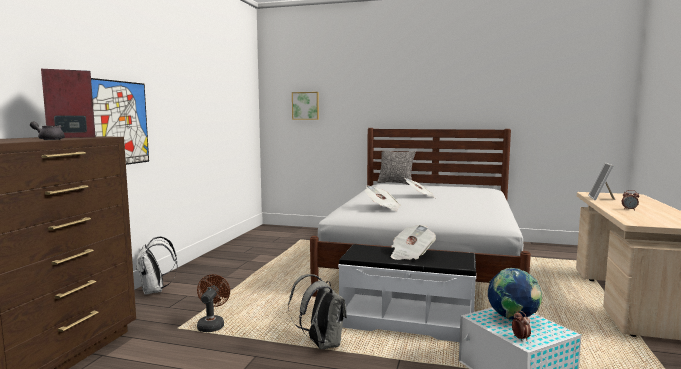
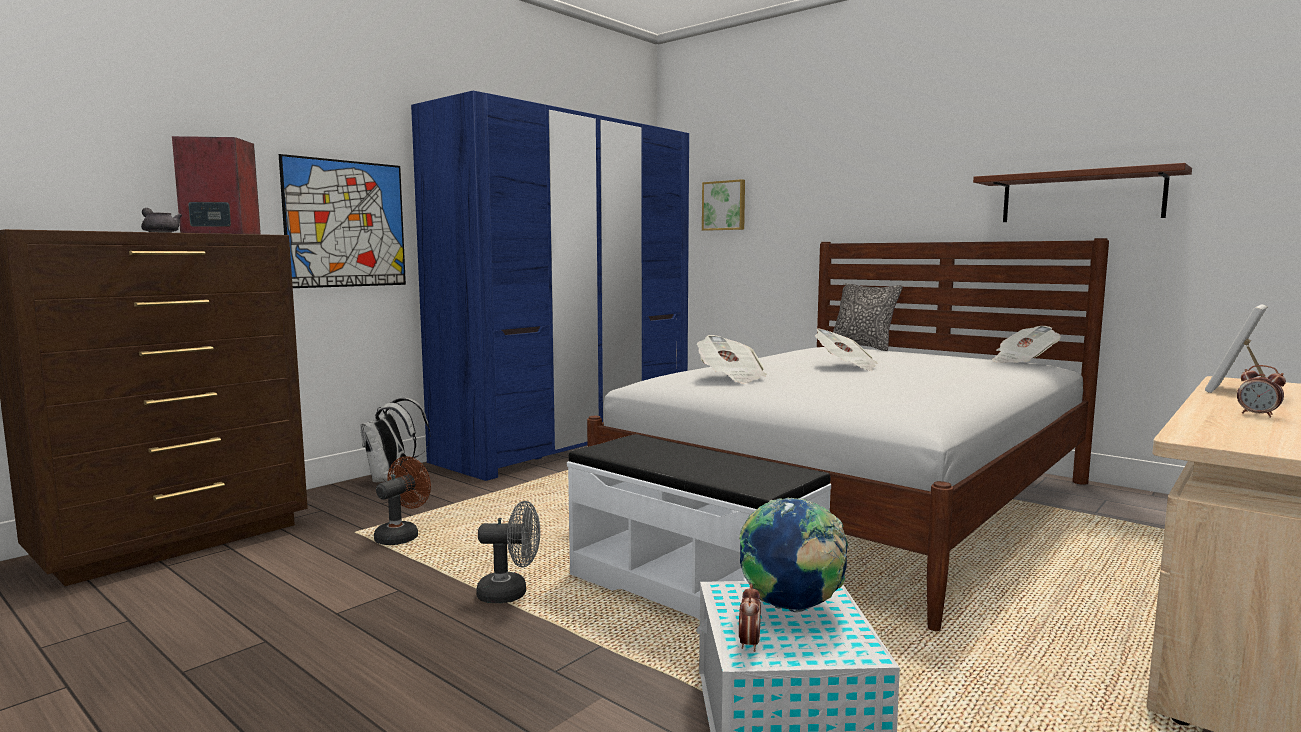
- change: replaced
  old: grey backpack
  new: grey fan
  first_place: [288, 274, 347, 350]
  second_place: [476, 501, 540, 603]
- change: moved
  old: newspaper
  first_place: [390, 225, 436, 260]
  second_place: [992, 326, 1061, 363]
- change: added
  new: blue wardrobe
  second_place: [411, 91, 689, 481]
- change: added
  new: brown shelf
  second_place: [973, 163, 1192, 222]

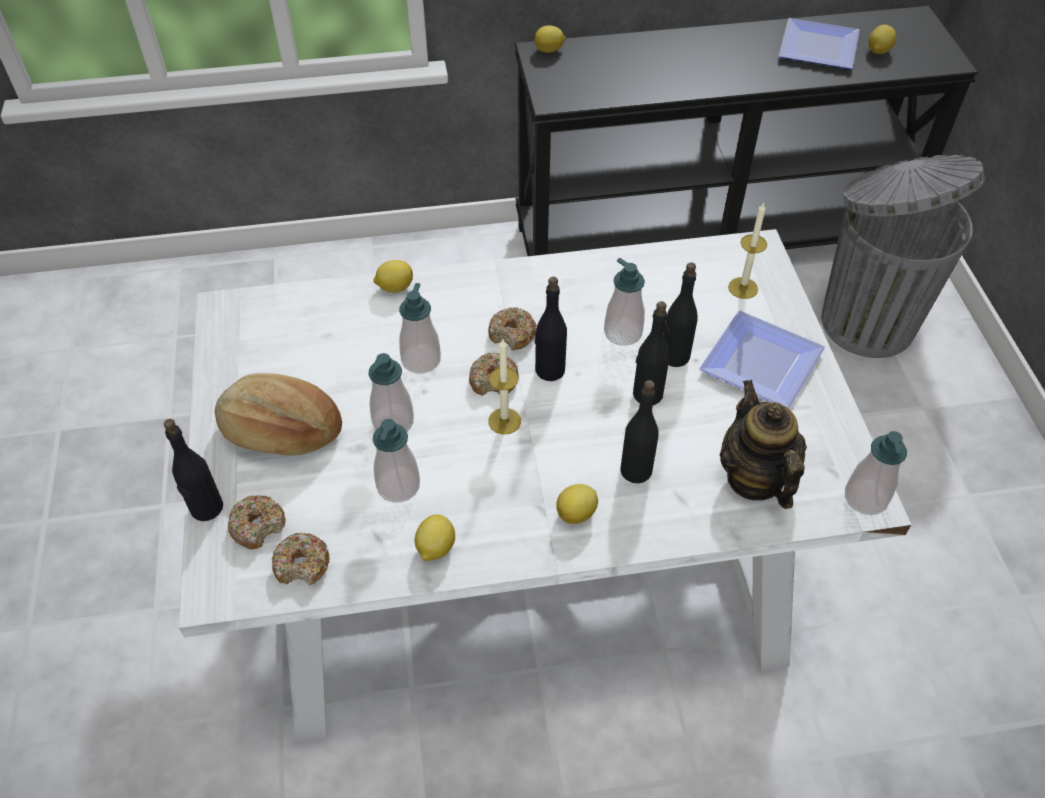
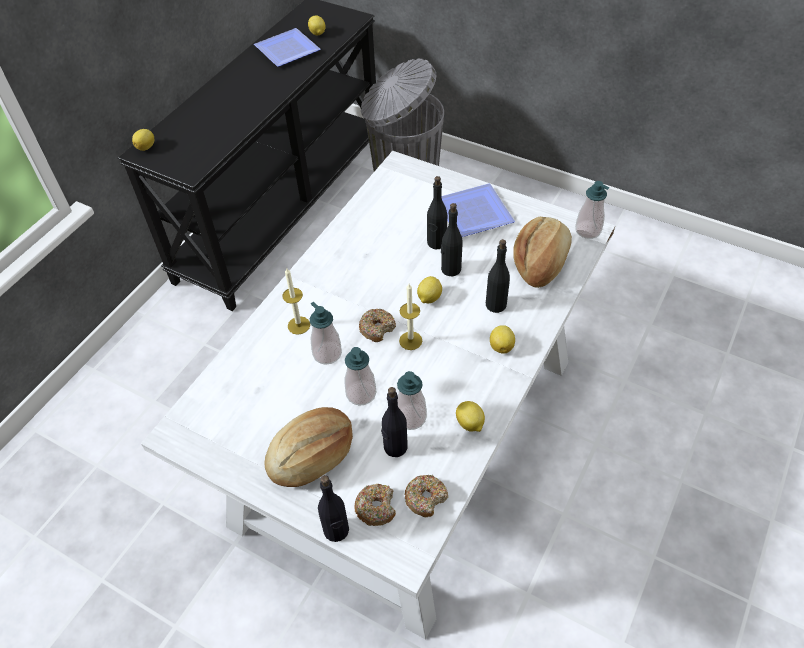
- change: moved
  old: lemon
  first_place: [373, 260, 413, 293]
  second_place: [417, 276, 442, 303]
- change: removed
  old: donut
  first_place: [488, 307, 537, 350]
- change: moved
  old: black bottle
  first_place: [535, 277, 567, 381]
  second_place: [381, 387, 408, 457]
- change: removed
  old: soap dispenser
  first_place: [604, 258, 645, 346]
- change: replaced
  old: teapot
  new: bread
  first_place: [720, 380, 807, 509]
  second_place: [513, 217, 572, 288]
- change: moved
  old: candle
  first_place: [728, 203, 767, 299]
  second_place: [282, 268, 310, 335]

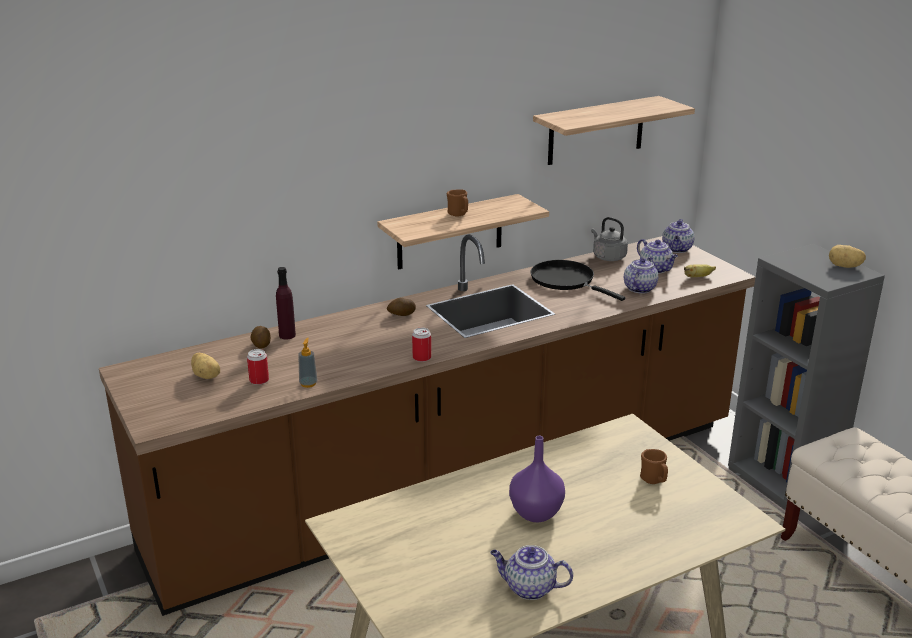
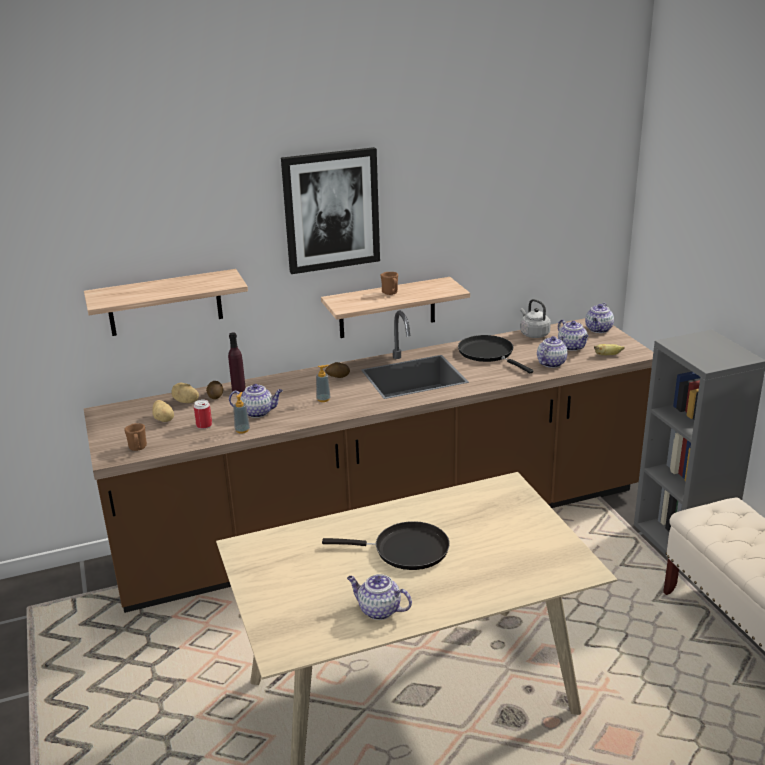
- change: removed
  old: can
  first_place: [412, 327, 431, 362]
- change: replaced
  old: purple vase
  new: black frying pan
  first_place: [509, 436, 565, 522]
  second_place: [322, 521, 450, 570]
- change: moved
  old: shelf
  first_place: [533, 96, 695, 165]
  second_place: [84, 269, 248, 336]
- change: moved
  old: brown mug
  first_place: [640, 449, 668, 484]
  second_place: [124, 423, 147, 451]
- change: moved
  old: potato
  first_place: [829, 245, 866, 268]
  second_place: [171, 383, 199, 403]
- change: added
  new: teapot
  second_place: [229, 384, 283, 418]
- change: added
  new: picture
  second_place: [281, 147, 380, 274]
- change: added
  new: soap dispenser
  second_place: [316, 365, 330, 402]

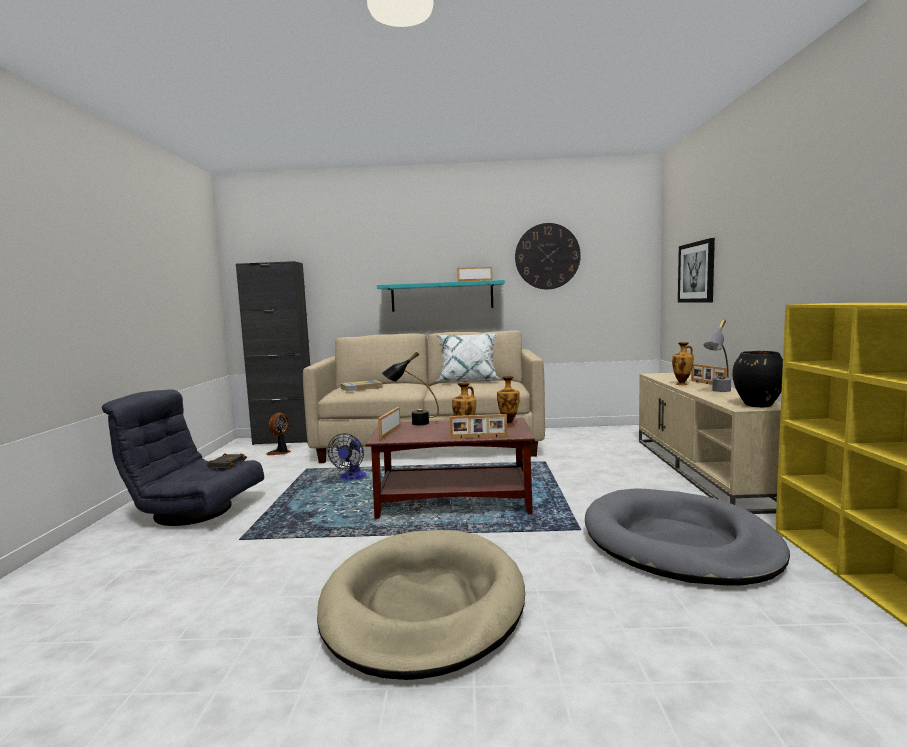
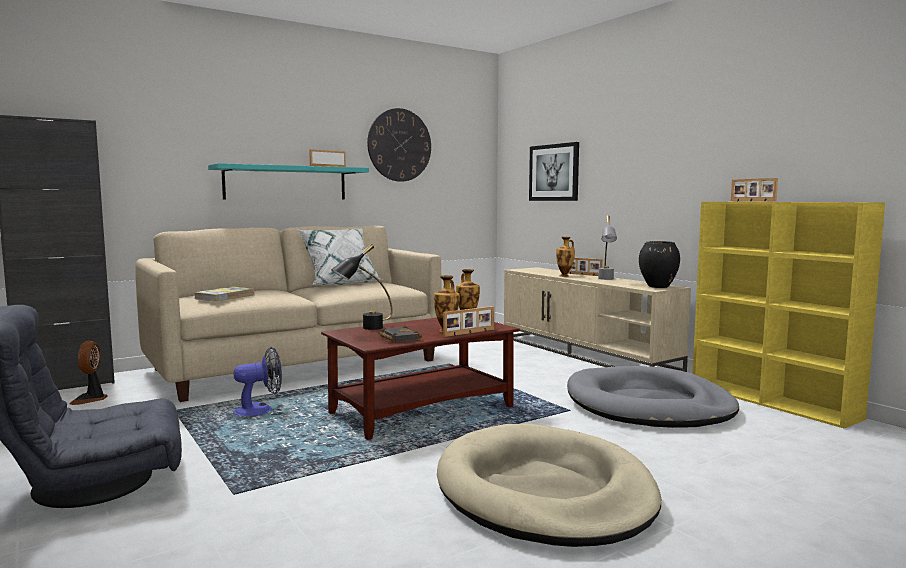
- change: moved
  old: black book
  first_place: [206, 453, 247, 468]
  second_place: [378, 326, 422, 343]
- change: turned
  old: fan
  first_place: [327, 433, 367, 481]
  second_place: [233, 347, 282, 416]
  degrees: -90
- change: moved
  old: picture frame
  first_place: [378, 407, 401, 440]
  second_place: [731, 178, 778, 202]

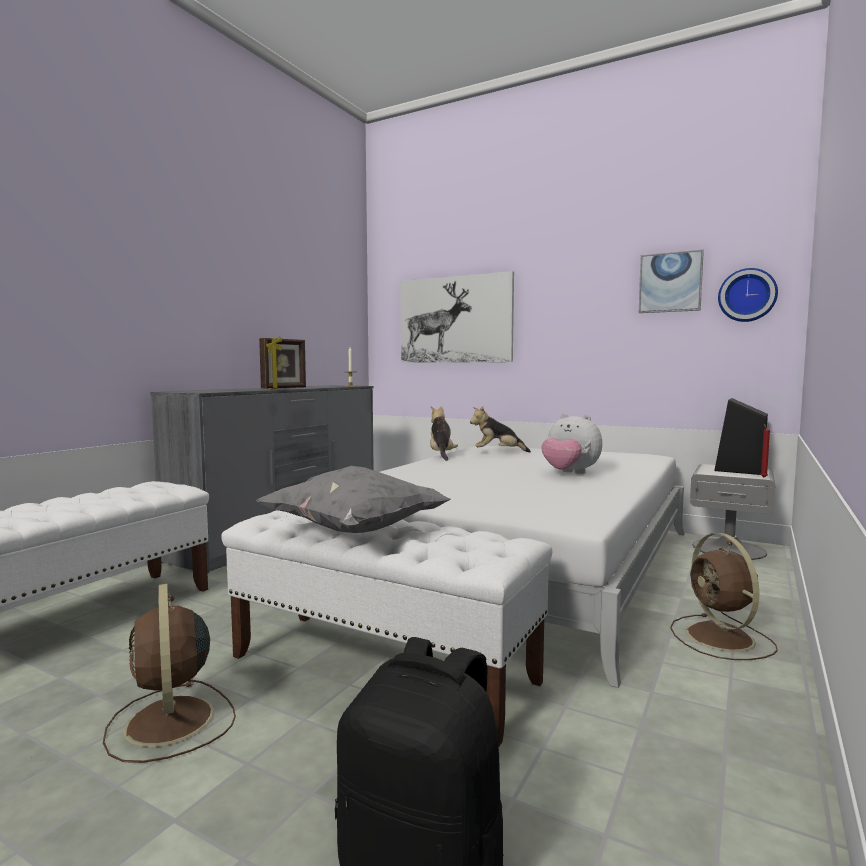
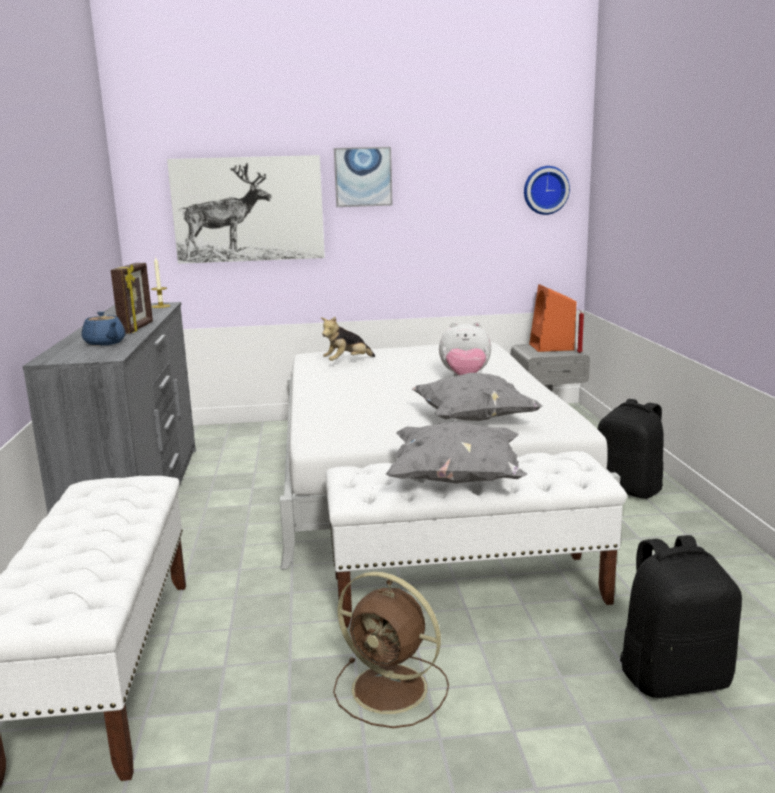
- change: removed
  old: plush toy
  first_place: [430, 406, 458, 461]
- change: moved
  old: picture
  first_place: [639, 250, 704, 313]
  second_place: [334, 147, 392, 207]
- change: replaced
  old: brown fan
  new: black backpack
  first_place: [670, 533, 778, 660]
  second_place: [598, 399, 664, 499]
- change: recoloured
  old: black speaker
  new: orange speaker
  first_place: [714, 398, 768, 475]
  second_place: [529, 284, 576, 352]
- change: added
  new: blue teapot
  second_place: [82, 311, 126, 346]
- change: added
  new: grey pillow
  second_place: [412, 373, 543, 421]

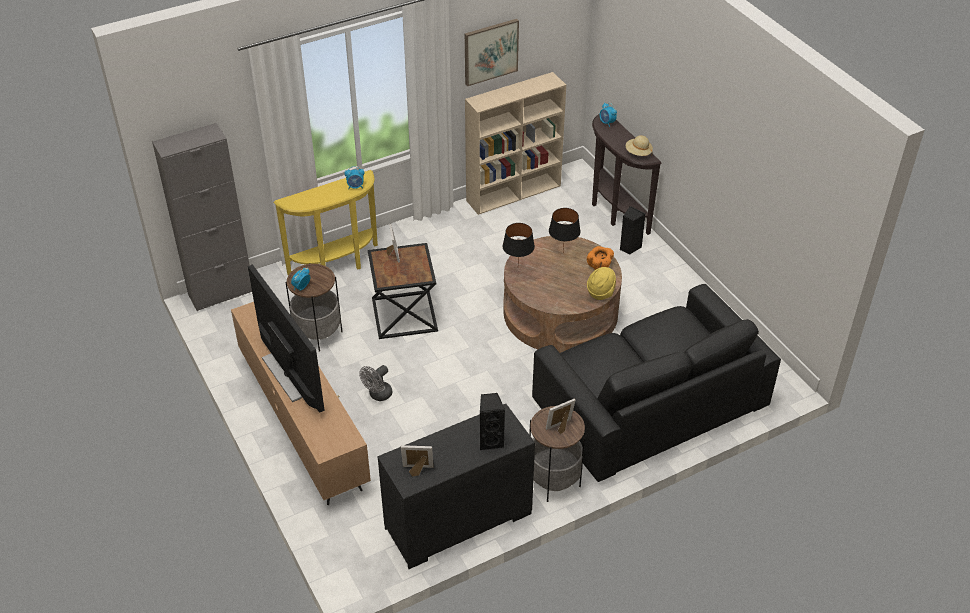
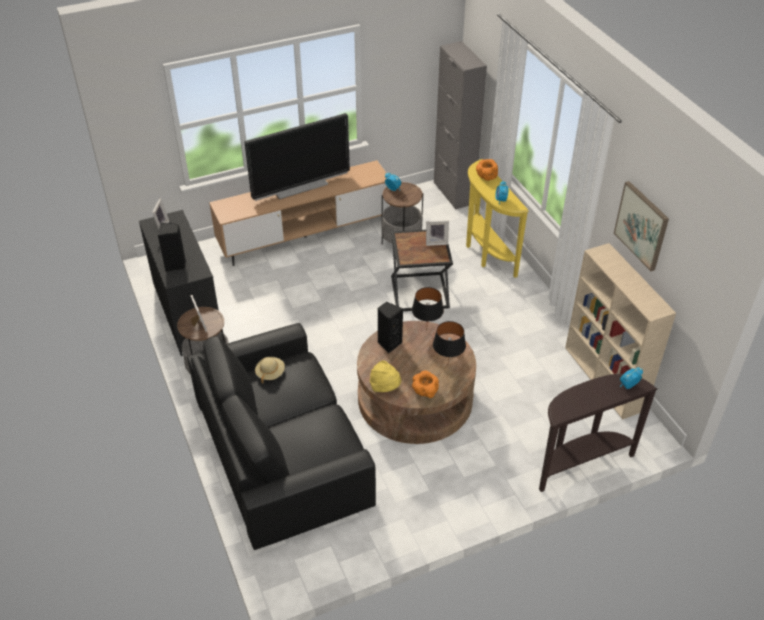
- change: removed
  old: grey fan
  first_place: [359, 365, 392, 401]
- change: moved
  old: black speaker
  first_place: [620, 206, 646, 255]
  second_place: [378, 302, 403, 353]
- change: moved
  old: beige hat
  first_place: [626, 135, 653, 156]
  second_place: [255, 357, 285, 383]
- change: added
  new: orange bowl
  second_place: [476, 159, 498, 181]

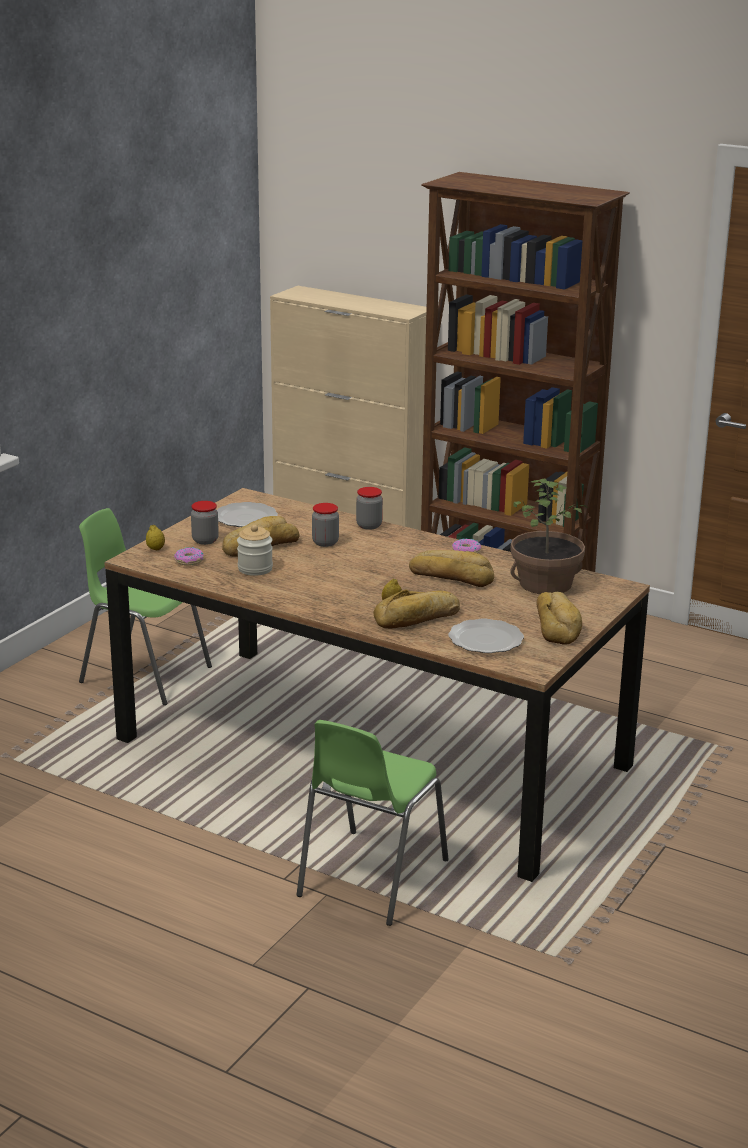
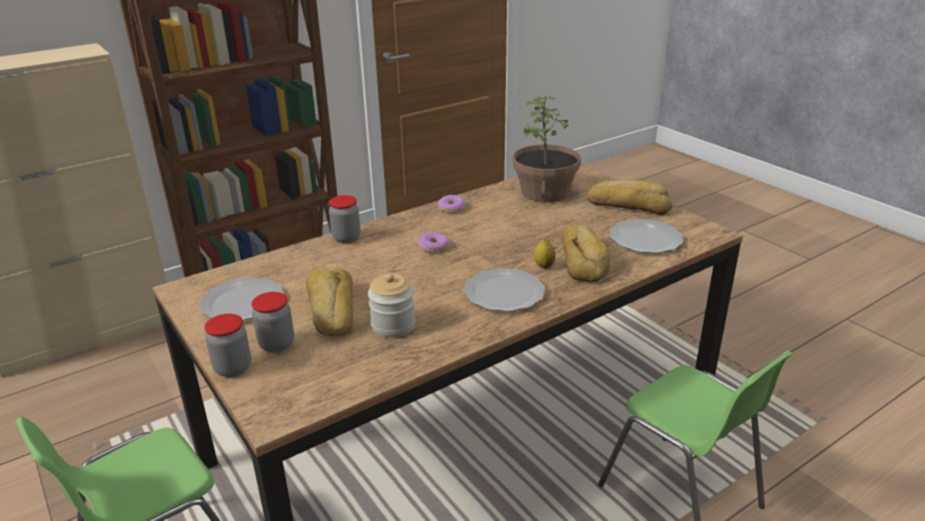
- change: removed
  old: lemon
  first_place: [146, 525, 165, 550]
- change: moved
  old: donut
  first_place: [174, 547, 204, 566]
  second_place: [418, 232, 449, 253]
- change: moved
  old: jar
  first_place: [312, 503, 339, 547]
  second_place: [205, 314, 251, 377]
- change: removed
  old: bread
  first_place: [409, 550, 494, 587]
- change: added
  new: plate
  second_place: [463, 268, 545, 312]

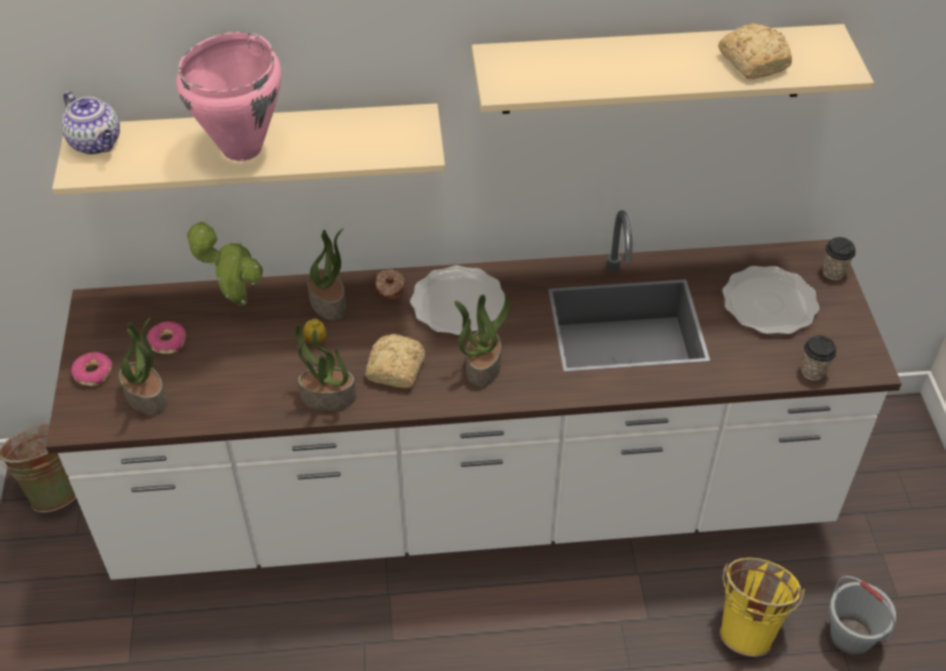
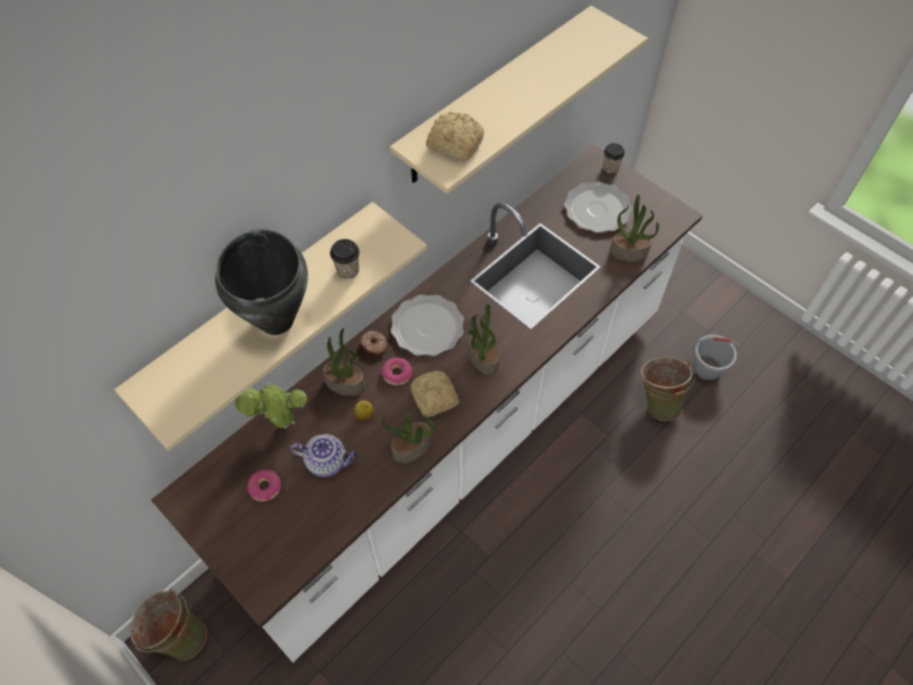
- change: moved
  old: teapot
  first_place: [61, 91, 120, 155]
  second_place: [290, 434, 358, 477]
- change: moved
  old: donut
  first_place: [71, 352, 113, 386]
  second_place: [382, 358, 412, 385]
- change: moved
  old: potted plant
  first_place: [119, 318, 167, 415]
  second_place: [610, 194, 659, 262]
- change: recoloured
  old: pink cooking pot
  new: black cooking pot
  first_place: [176, 32, 282, 161]
  second_place: [215, 229, 308, 335]
- change: moved
  old: bread
  first_place: [718, 23, 792, 79]
  second_place: [426, 112, 484, 161]
- change: recoloured
  old: yellow bucket
  new: green bucket
  first_place: [720, 557, 805, 657]
  second_place: [641, 357, 695, 421]
- change: moved
  old: cup
  first_place: [801, 335, 837, 381]
  second_place: [330, 239, 360, 280]

